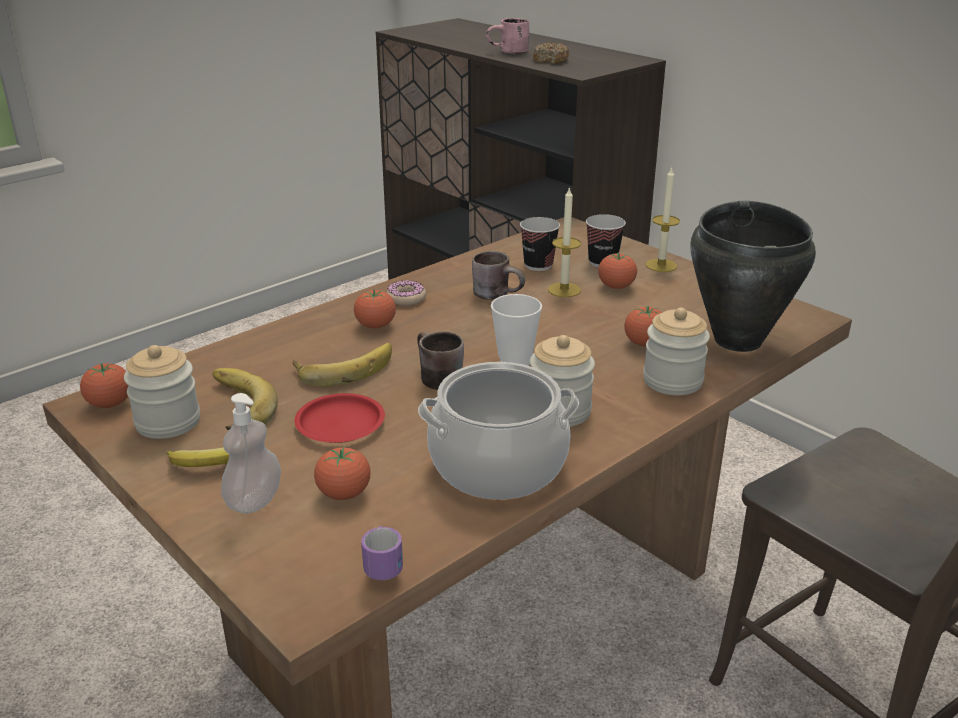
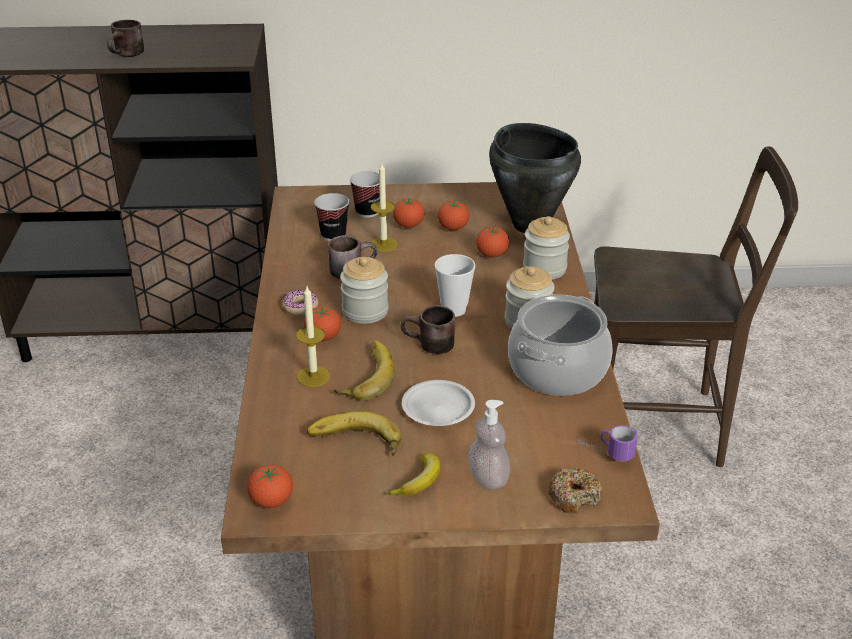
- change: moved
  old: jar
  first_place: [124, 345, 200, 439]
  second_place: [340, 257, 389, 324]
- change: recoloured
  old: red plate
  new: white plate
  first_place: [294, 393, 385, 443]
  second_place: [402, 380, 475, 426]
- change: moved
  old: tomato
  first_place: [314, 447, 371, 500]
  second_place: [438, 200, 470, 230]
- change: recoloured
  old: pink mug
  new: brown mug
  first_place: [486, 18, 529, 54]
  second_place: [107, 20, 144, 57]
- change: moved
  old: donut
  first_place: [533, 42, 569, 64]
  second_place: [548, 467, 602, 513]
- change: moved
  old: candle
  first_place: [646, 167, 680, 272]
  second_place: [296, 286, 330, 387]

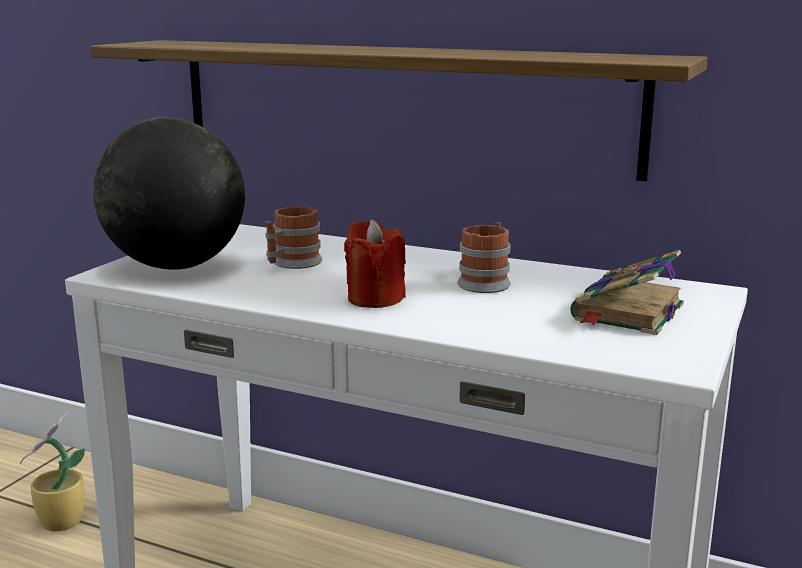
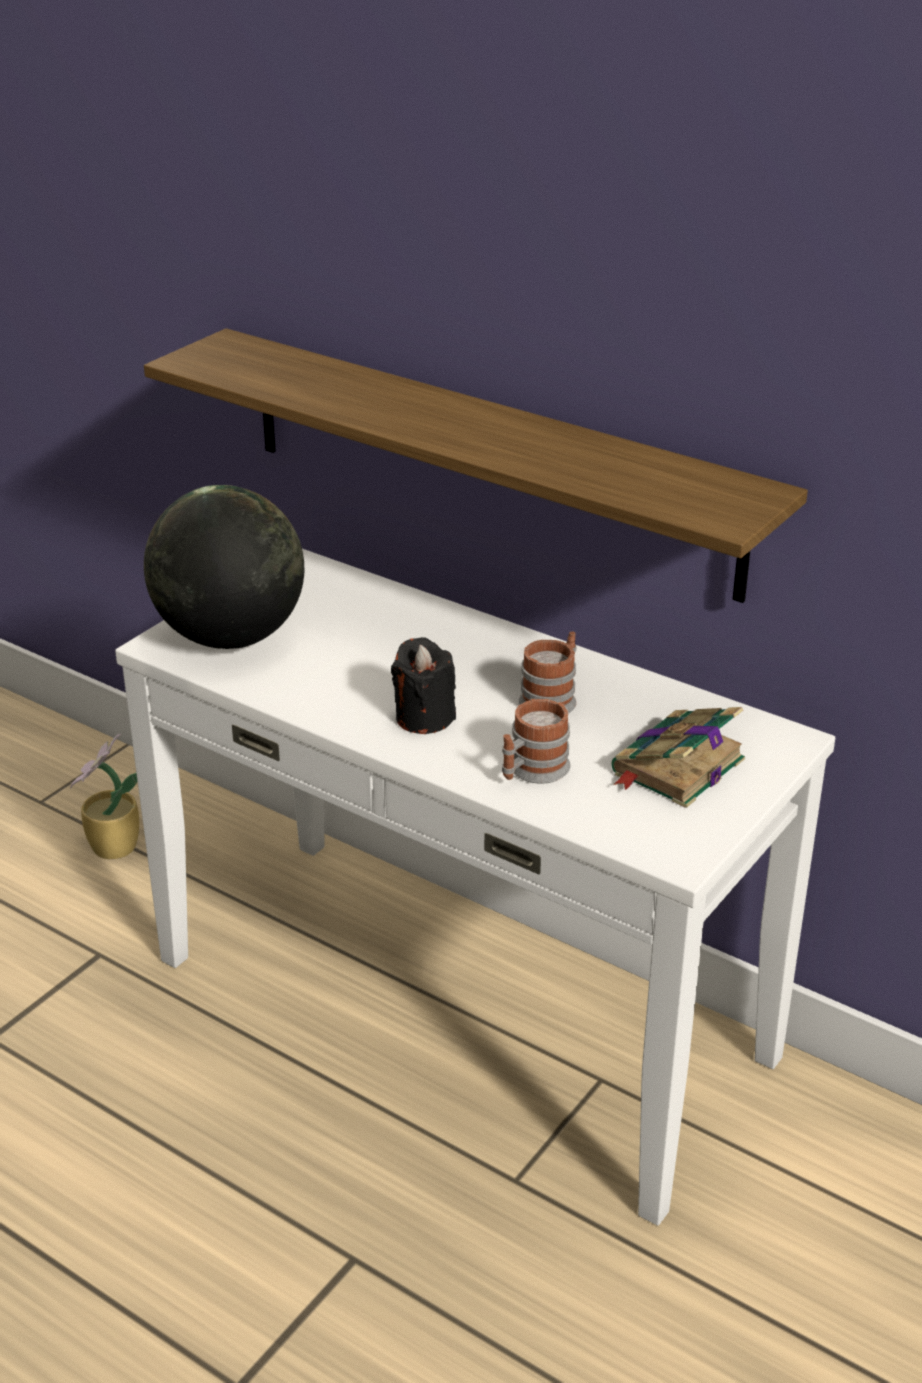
- change: moved
  old: mug
  first_place: [265, 206, 323, 269]
  second_place: [502, 699, 571, 784]
- change: recoloured
  old: red candle
  new: black candle
  first_place: [344, 219, 406, 308]
  second_place: [391, 637, 456, 734]

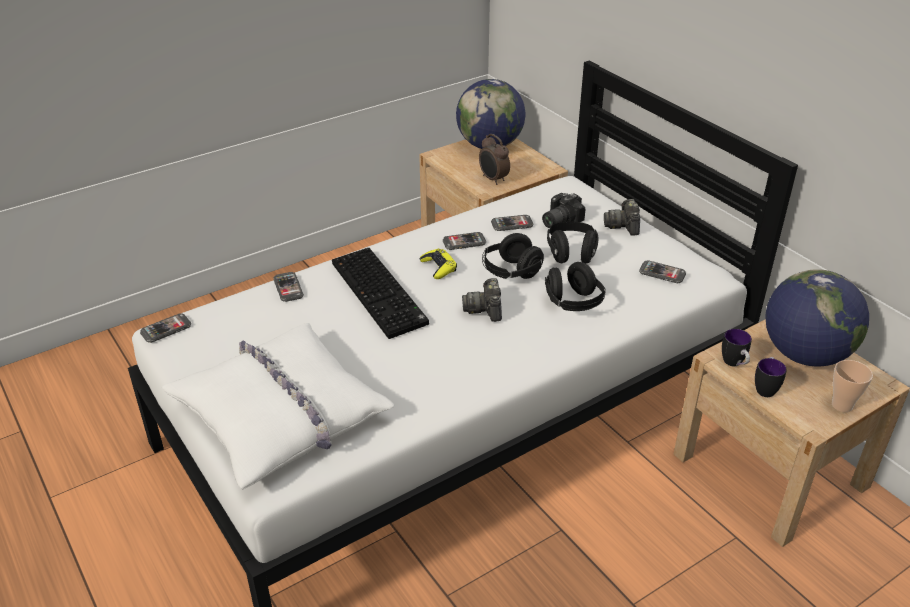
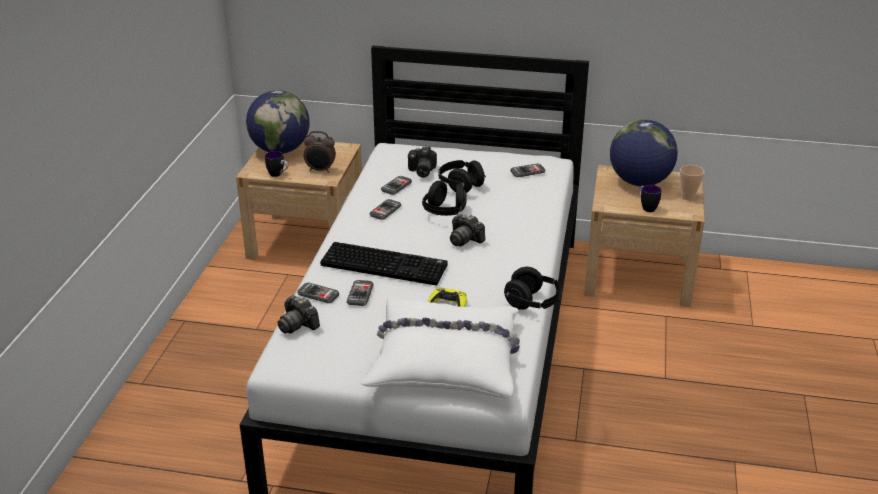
- change: moved
  old: phone
  first_place: [140, 313, 191, 343]
  second_place: [347, 280, 374, 306]
- change: moved
  old: yellow game controller
  first_place: [420, 249, 457, 279]
  second_place: [428, 288, 467, 307]
- change: moved
  old: black headphones
  first_place: [545, 262, 606, 311]
  second_place: [504, 267, 562, 310]
- change: moved
  old: photo camera
  first_place: [604, 199, 640, 236]
  second_place: [277, 295, 320, 334]
- change: moved
  old: mug
  first_place: [722, 329, 752, 366]
  second_place: [265, 151, 288, 177]

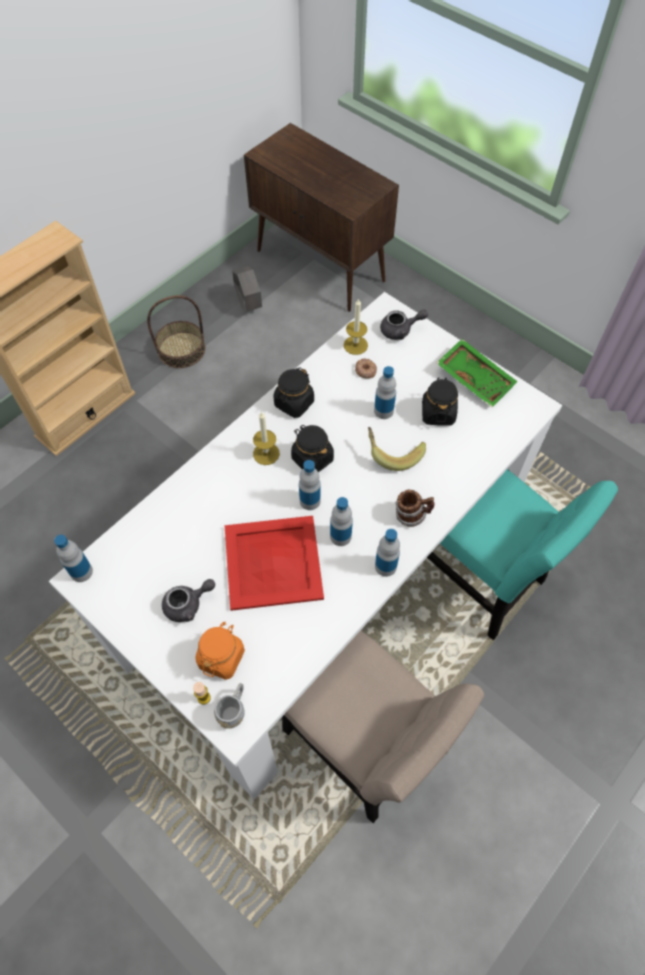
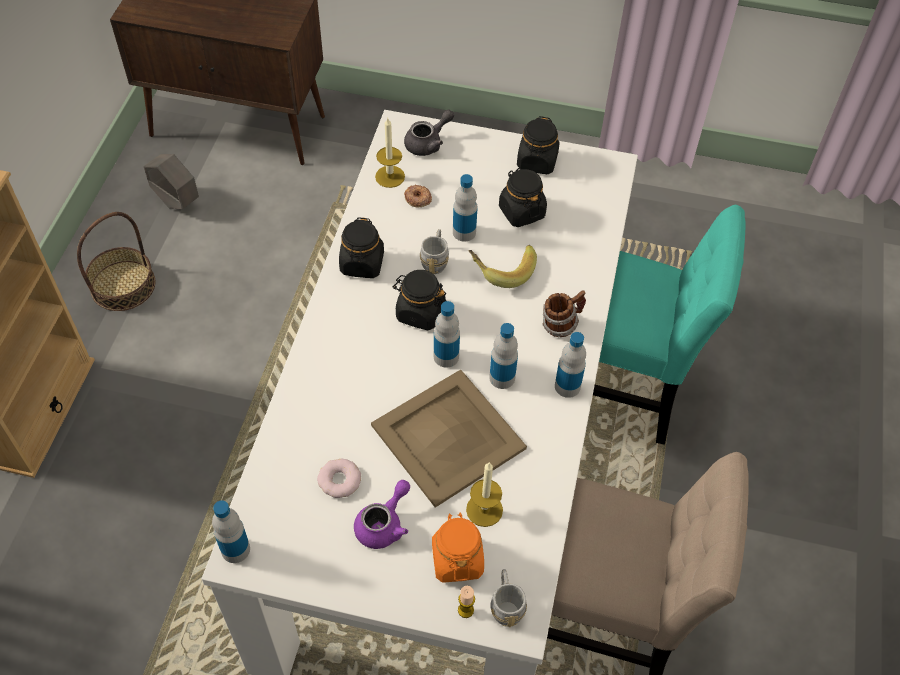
- change: recoloured
  old: grey teapot
  new: purple teapot
  first_place: [162, 579, 215, 622]
  second_place: [354, 480, 410, 549]
- change: recoloured
  old: red tray
  new: beige tray
  first_place: [225, 516, 324, 611]
  second_place: [371, 369, 527, 508]
- change: moved
  old: candle
  first_place: [253, 412, 280, 465]
  second_place: [466, 462, 503, 527]
- change: replaced
  old: green tray
  new: black jar
  first_place: [437, 339, 518, 407]
  second_place: [517, 116, 560, 174]
- change: added
  new: donut
  second_place: [317, 459, 361, 498]
- change: added
  new: grey mug
  second_place: [420, 229, 449, 274]

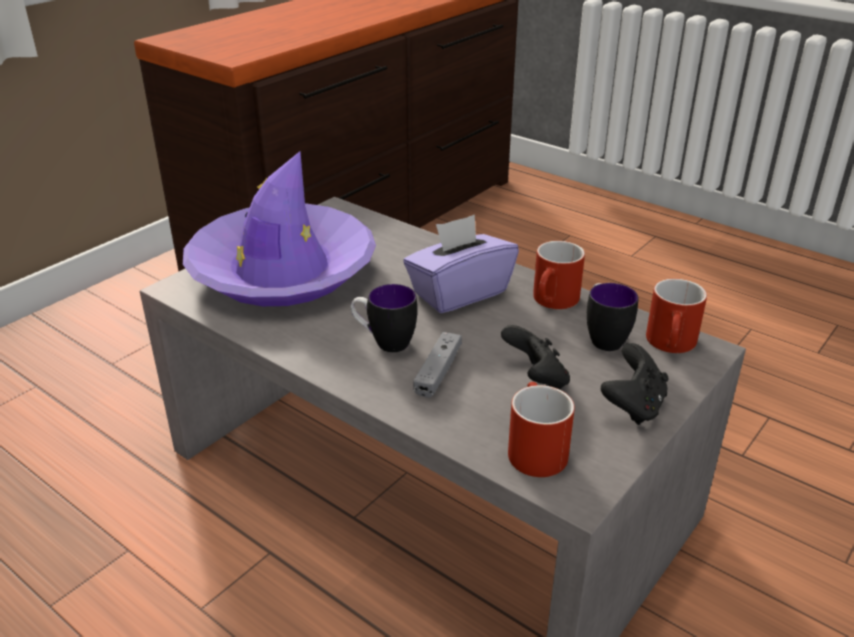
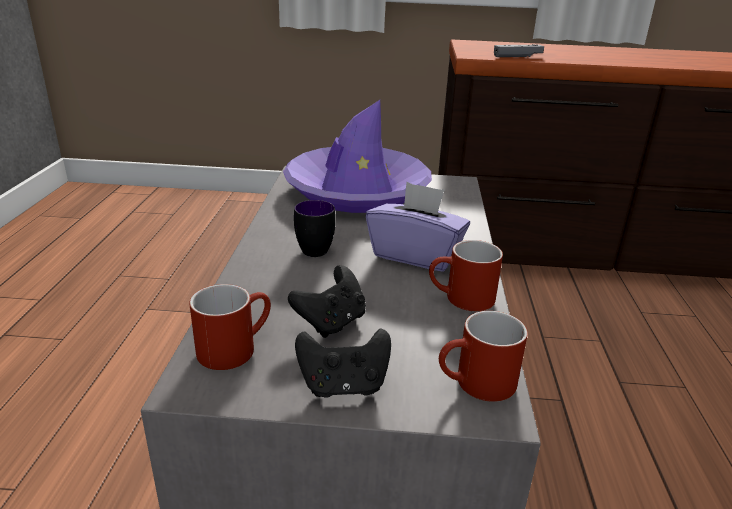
- change: moved
  old: grey game controller
  first_place: [413, 332, 462, 398]
  second_place: [494, 44, 544, 57]
- change: removed
  old: mug
  first_place: [587, 283, 639, 351]

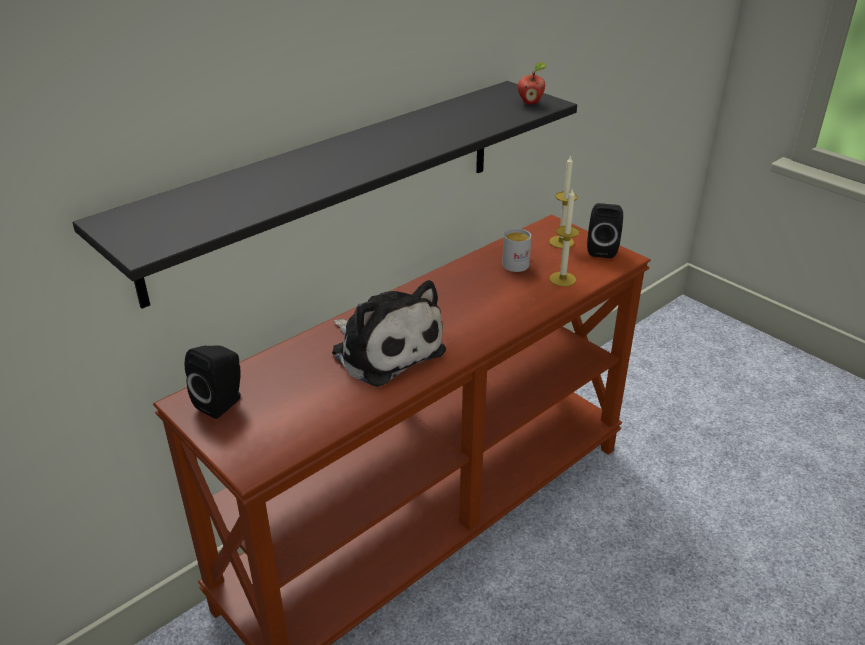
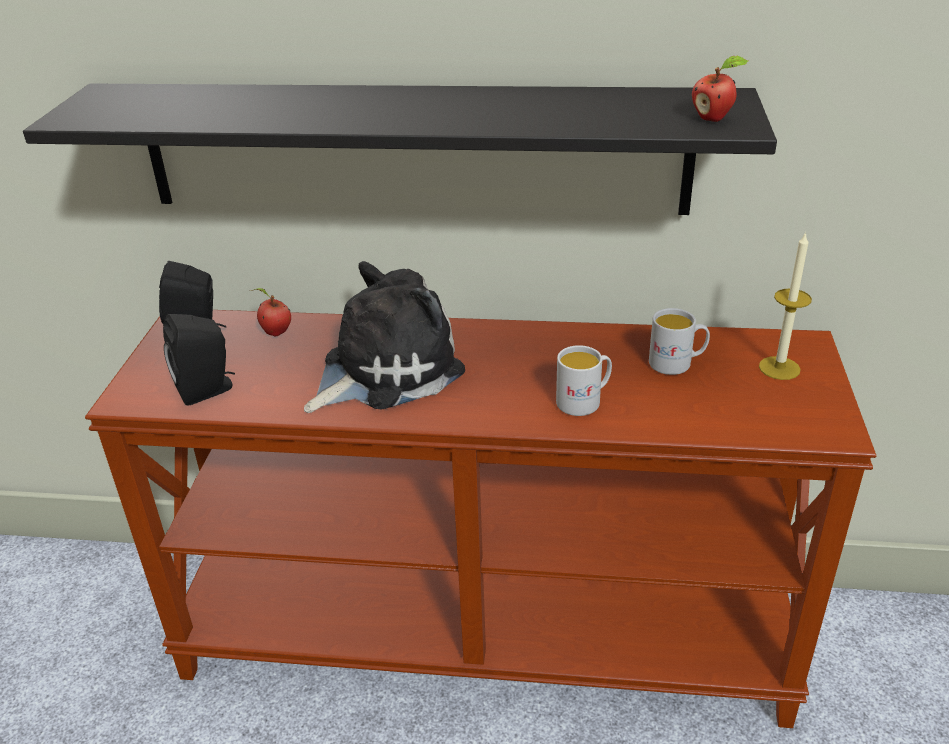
- change: turned
  old: plush toy
  first_place: [332, 280, 446, 387]
  second_place: [304, 261, 465, 413]
  degrees: -135
- change: removed
  old: candle
  first_place: [549, 189, 580, 287]
- change: moved
  old: black speaker
  first_place: [587, 203, 623, 258]
  second_place: [163, 314, 235, 406]
- change: added
  new: apple
  second_place: [250, 288, 291, 337]
- change: added
  new: white mug
  second_place: [556, 345, 612, 416]

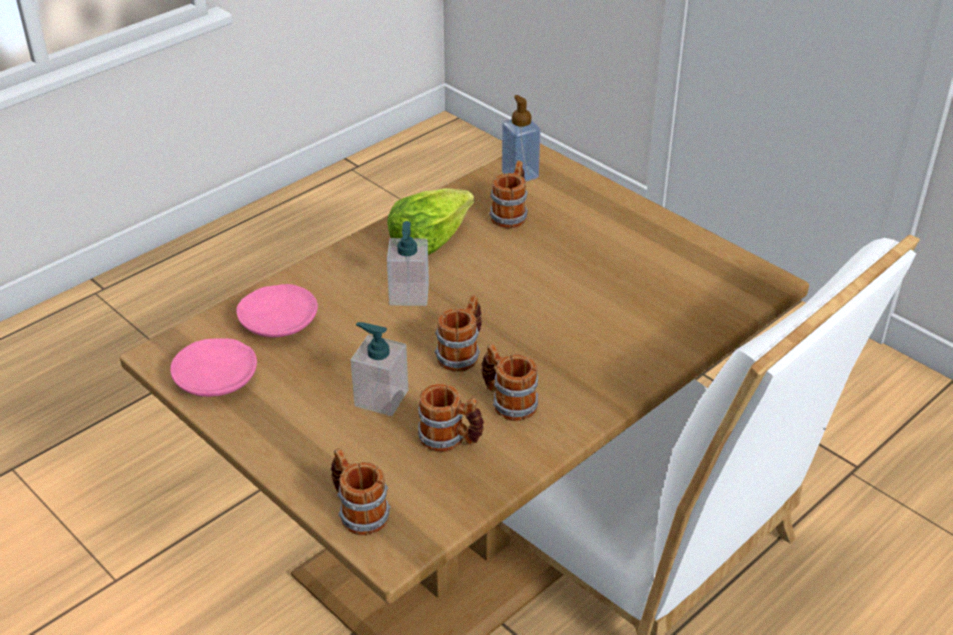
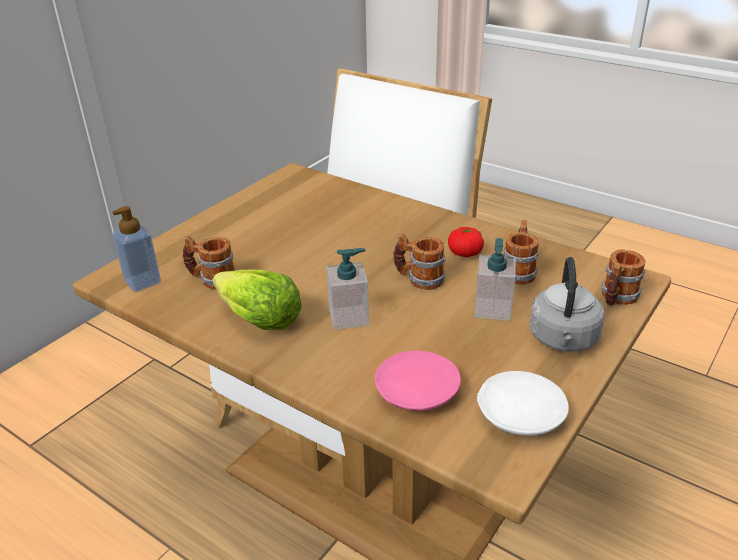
- change: recoloured
  old: pink plate
  new: white plate
  first_place: [170, 338, 257, 397]
  second_place: [477, 371, 569, 436]
- change: replaced
  old: mug
  new: tomato
  first_place: [481, 343, 538, 421]
  second_place: [448, 227, 484, 257]
- change: added
  new: grey kettle
  second_place: [529, 257, 605, 352]

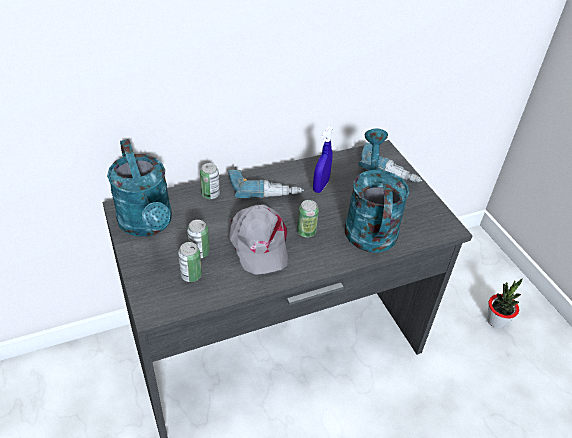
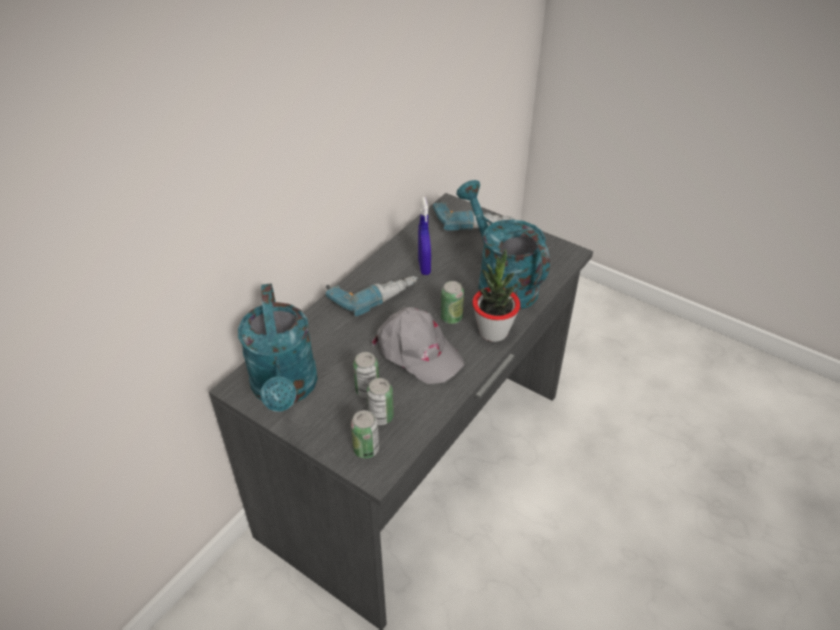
- change: turned
  old: turquoise watering can
  first_place: [107, 139, 172, 237]
  second_place: [238, 283, 318, 412]
  degrees: 45
- change: moved
  old: can
  first_place: [200, 163, 220, 199]
  second_place: [351, 410, 379, 459]
- change: moved
  old: potted plant
  first_place: [487, 278, 523, 329]
  second_place: [472, 249, 520, 342]

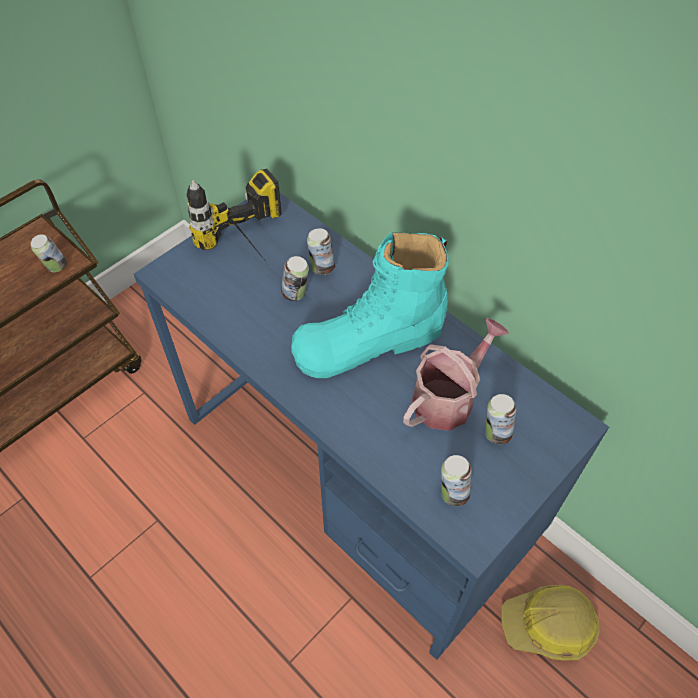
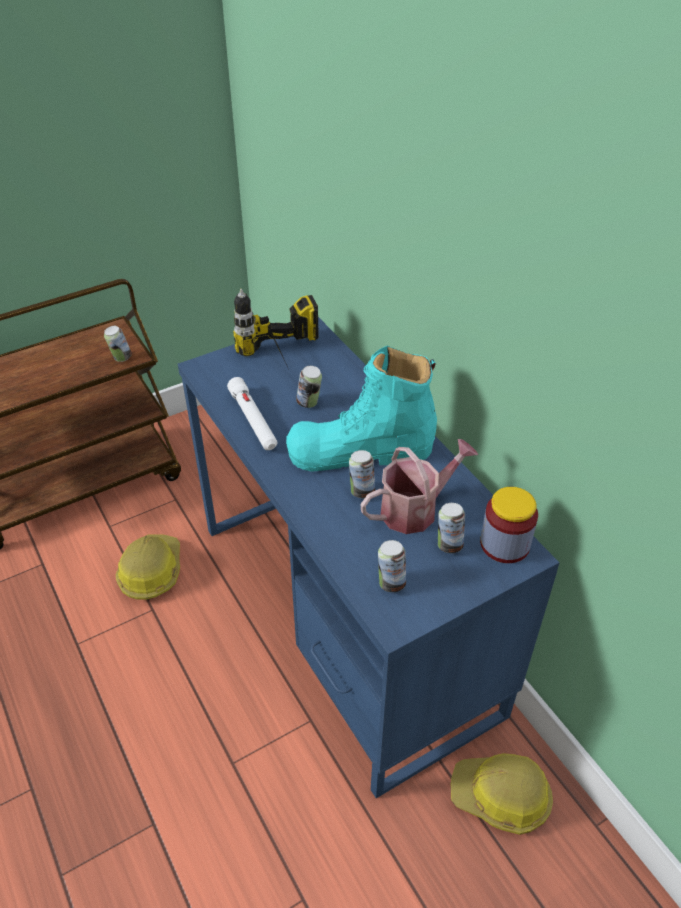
- change: moved
  old: can
  first_place: [307, 228, 335, 275]
  second_place: [349, 450, 375, 498]
- change: added
  new: hard hat
  second_place: [115, 534, 180, 600]
- change: added
  new: white flashlight
  second_place: [227, 377, 278, 450]
- change: added
  new: jar
  second_place: [480, 487, 538, 563]

